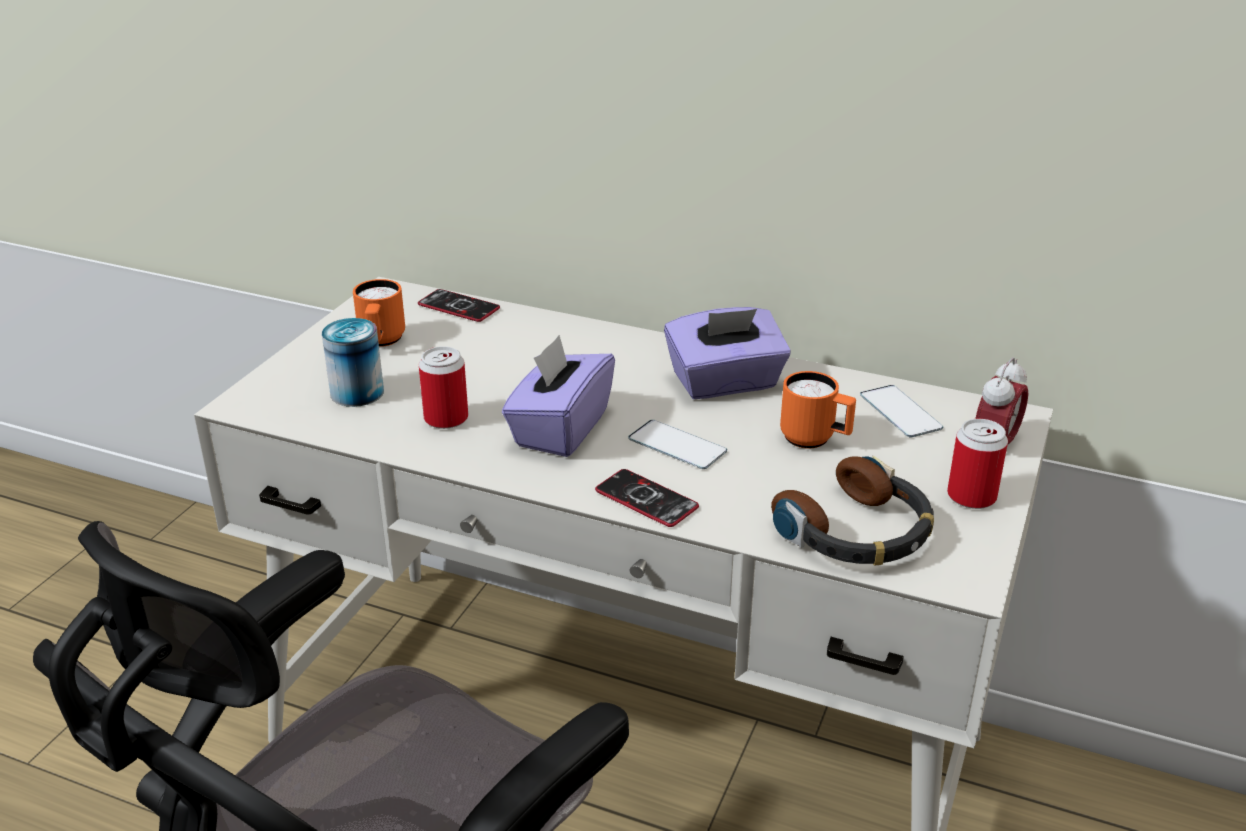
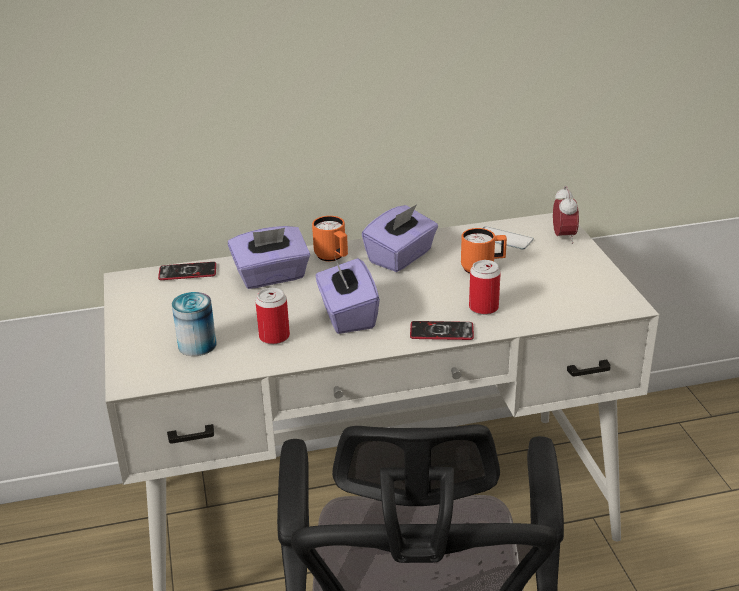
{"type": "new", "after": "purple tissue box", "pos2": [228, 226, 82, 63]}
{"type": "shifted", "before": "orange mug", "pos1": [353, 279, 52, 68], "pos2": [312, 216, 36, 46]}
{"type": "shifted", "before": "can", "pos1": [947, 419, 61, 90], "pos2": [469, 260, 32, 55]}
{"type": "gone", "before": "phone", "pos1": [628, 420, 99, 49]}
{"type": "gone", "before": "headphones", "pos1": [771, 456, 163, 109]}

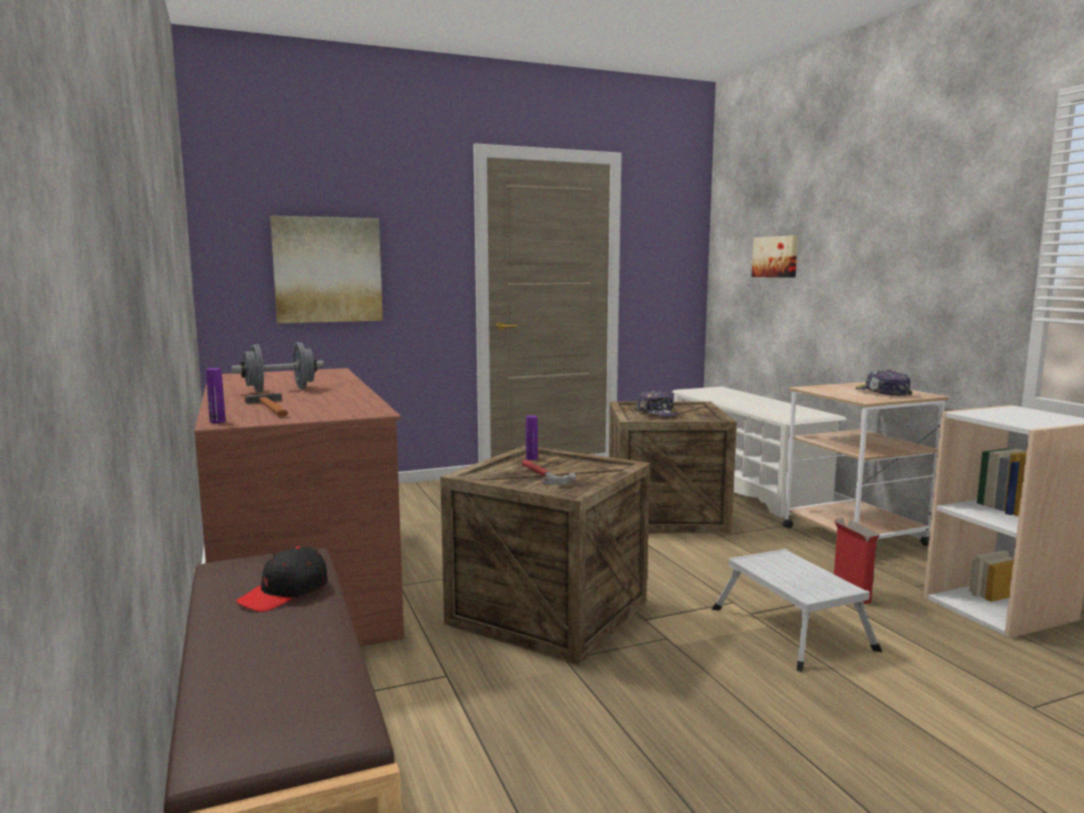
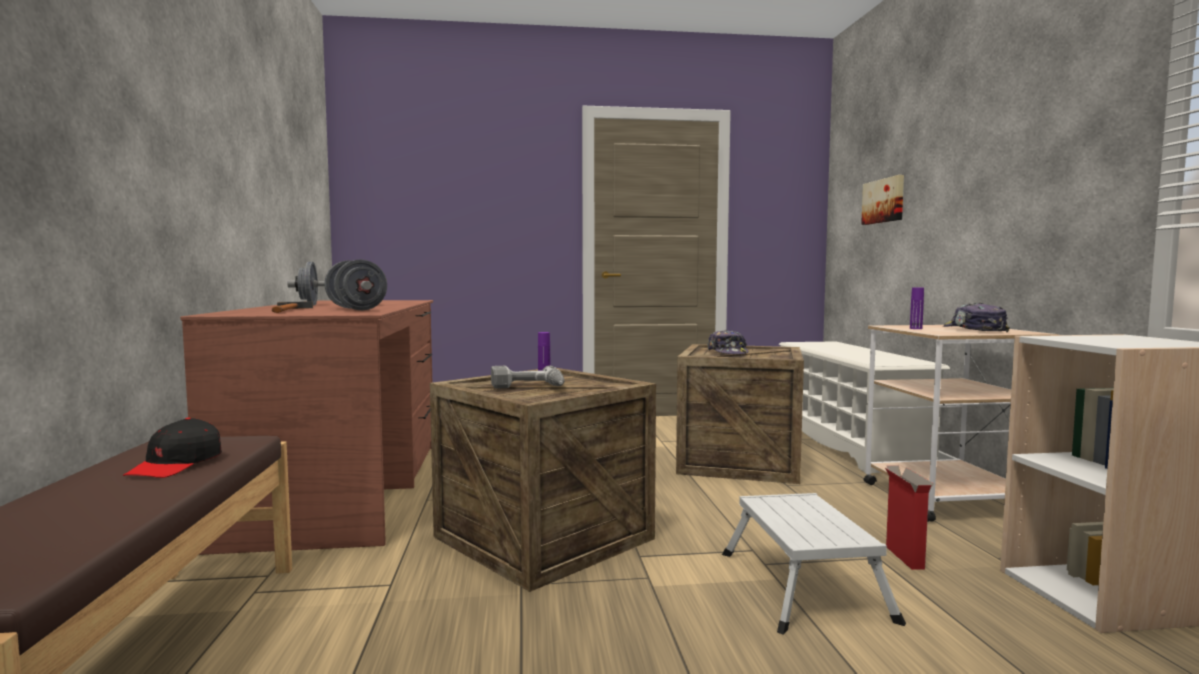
{"type": "rotated", "before": "black cap", "pos1": [236, 546, 92, 66], "pos2": [123, 418, 99, 60], "turn": -45}
{"type": "new", "after": "grey dumbbell", "pos2": [324, 260, 63, 50]}
{"type": "swapped", "before": "hammer", "after": "power drill", "pos1": [522, 460, 54, 25], "pos2": [491, 365, 74, 24]}
{"type": "shifted", "before": "purple bottle", "pos1": [206, 368, 20, 55], "pos2": [910, 287, 14, 42]}
{"type": "gone", "before": "picture", "pos1": [270, 216, 113, 107]}

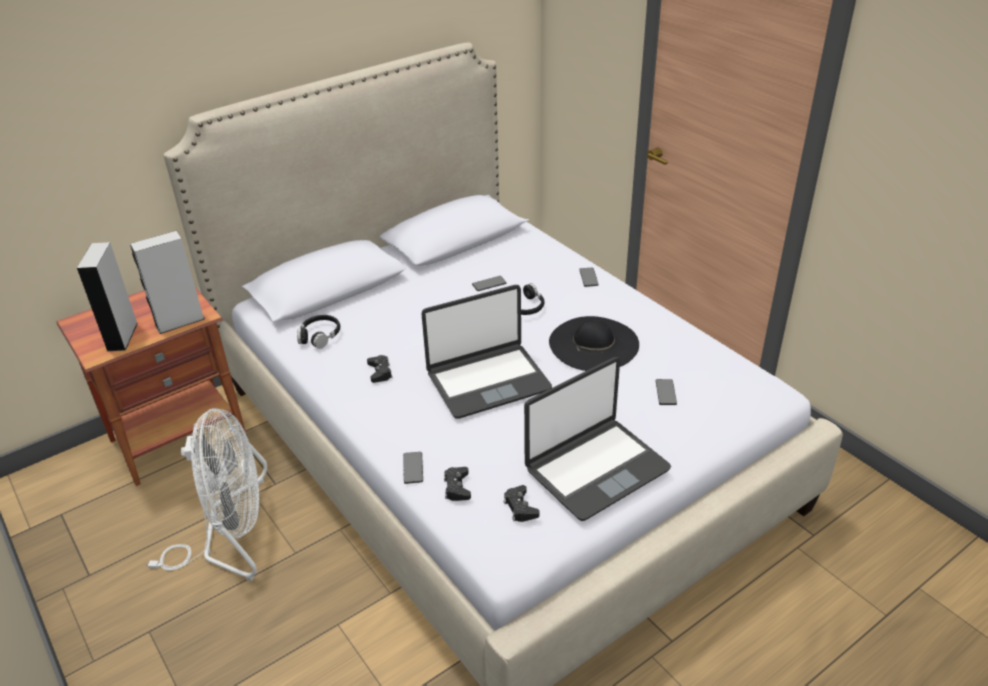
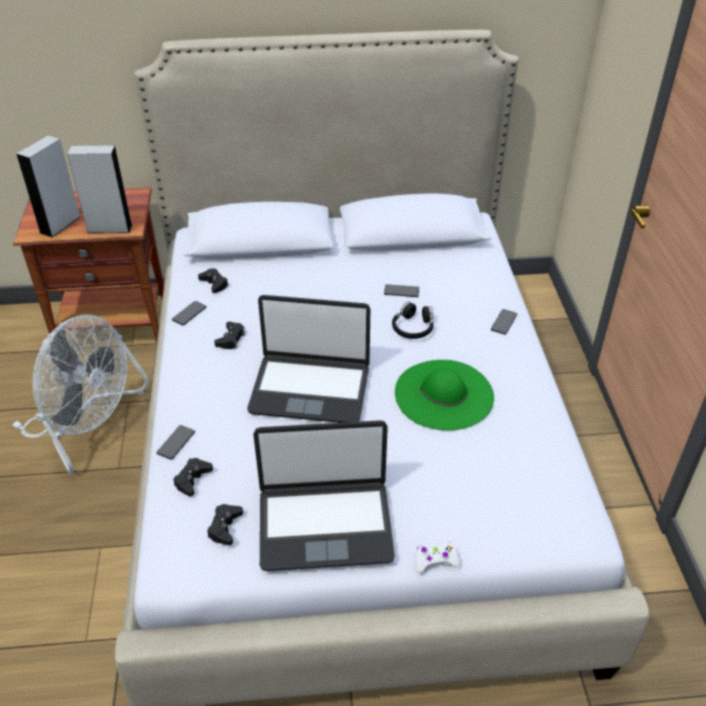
{"type": "shifted", "before": "phone", "pos1": [656, 379, 21, 26], "pos2": [172, 301, 35, 24]}
{"type": "swapped", "before": "black headphones", "after": "black game controller", "pos1": [297, 315, 43, 34], "pos2": [198, 268, 31, 25]}
{"type": "repainted", "before": "black hat", "after": "green hat", "pos1": [549, 316, 90, 55], "pos2": [395, 360, 99, 71]}
{"type": "new", "after": "white game controller", "pos2": [415, 542, 45, 31]}

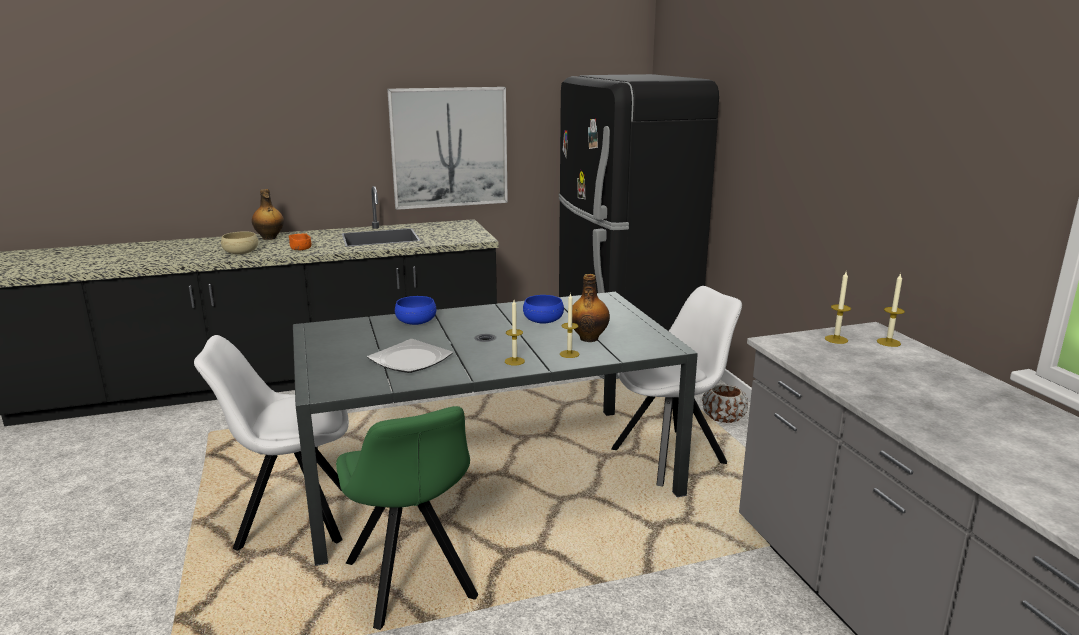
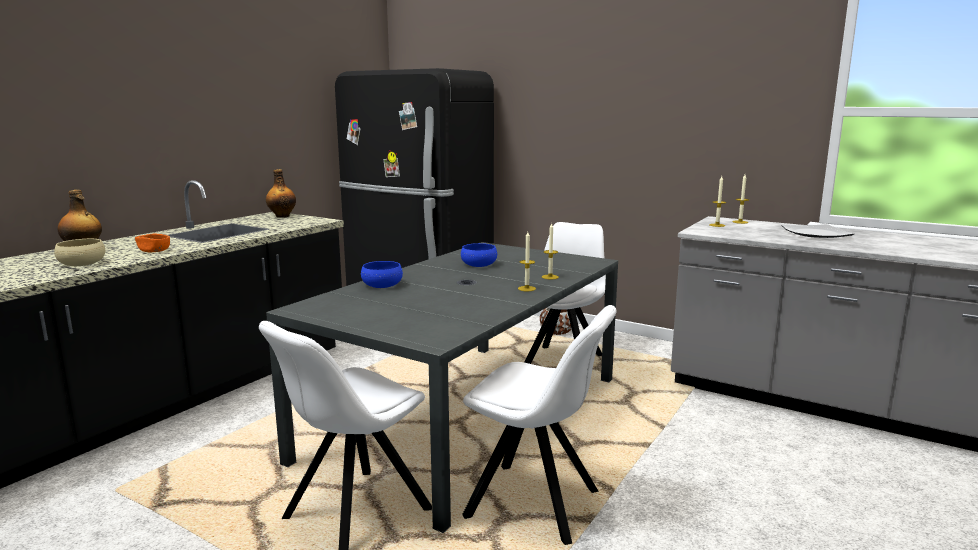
{"type": "shifted", "before": "bottle", "pos1": [572, 274, 38, 68], "pos2": [266, 169, 30, 49]}
{"type": "repainted", "before": "green chair", "after": "white chair", "pos1": [336, 406, 142, 224], "pos2": [462, 305, 155, 240]}
{"type": "shifted", "before": "plate", "pos1": [367, 339, 86, 34], "pos2": [781, 224, 74, 14]}
{"type": "gone", "before": "picture", "pos1": [387, 87, 121, 123]}

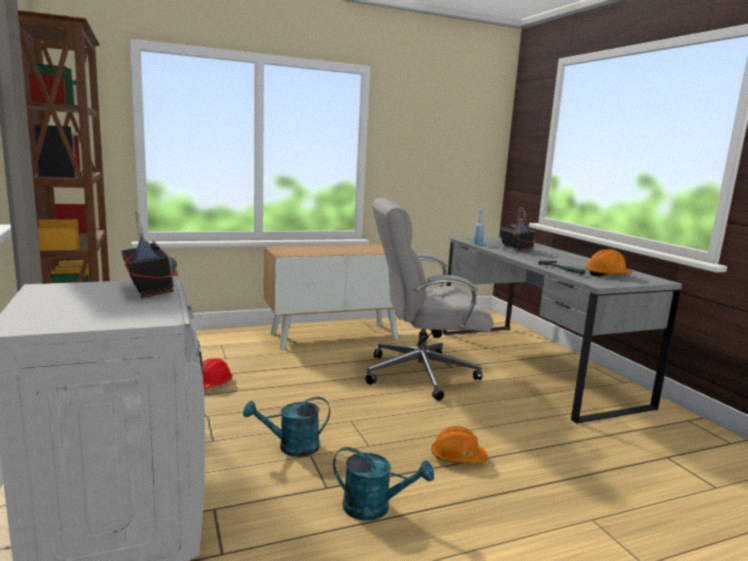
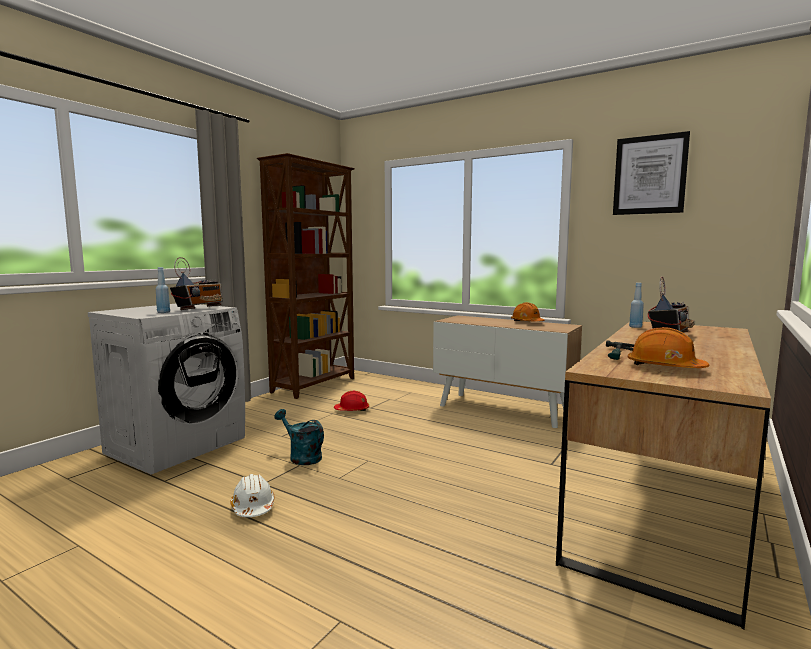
{"type": "new", "after": "blue bottle", "pos2": [156, 267, 14, 46]}
{"type": "swapped", "before": "turquoise watering can", "after": "white hard hat", "pos1": [333, 447, 101, 74], "pos2": [230, 474, 45, 43]}
{"type": "shifted", "before": "orange hard hat", "pos1": [431, 426, 57, 38], "pos2": [511, 302, 34, 20]}
{"type": "repainted", "before": "grey desk", "after": "brown desk", "pos1": [442, 238, 240, 186], "pos2": [556, 322, 215, 307]}
{"type": "new", "after": "picture", "pos2": [613, 131, 77, 84]}
{"type": "gone", "before": "grey office chair", "pos1": [365, 198, 128, 203]}

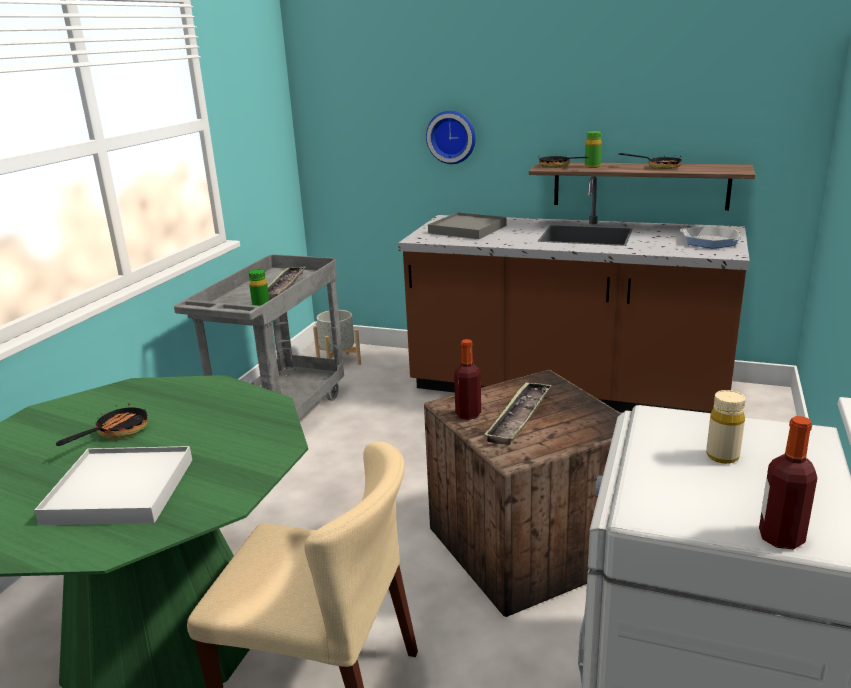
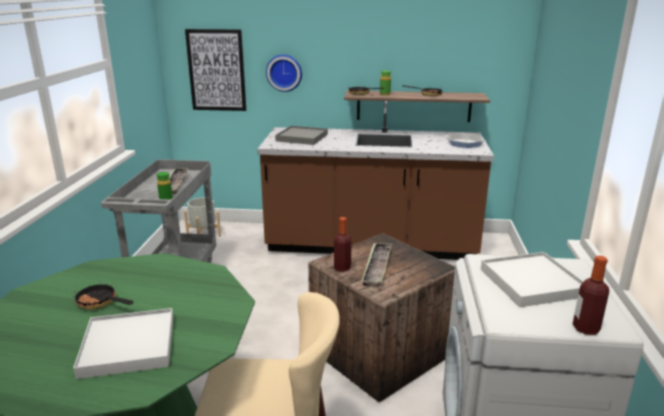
{"type": "rotated", "before": "frying pan", "pos1": [56, 403, 92, 43], "pos2": [73, 284, 60, 26], "turn": -75}
{"type": "new", "after": "picture", "pos2": [185, 29, 61, 82]}
{"type": "swapped", "before": "beige bottle", "after": "white tray", "pos1": [706, 390, 40, 74], "pos2": [481, 252, 103, 55]}

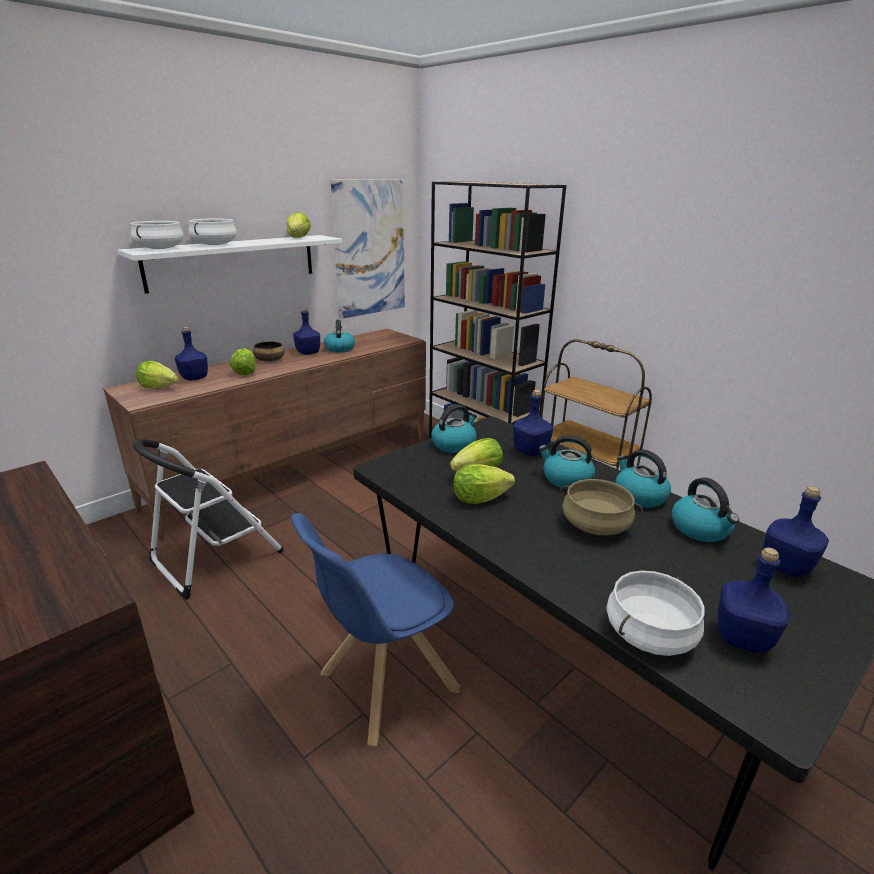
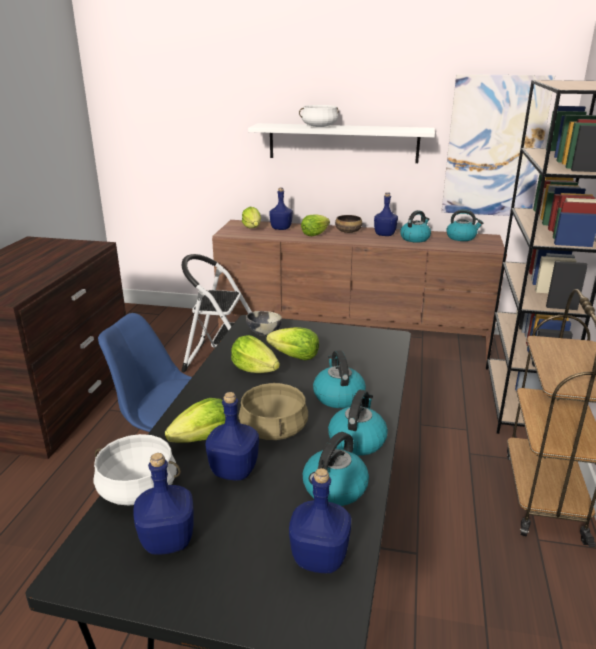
{"type": "shifted", "before": "lettuce", "pos1": [287, 212, 24, 26], "pos2": [165, 398, 60, 45]}
{"type": "shifted", "before": "blue bottle", "pos1": [513, 390, 40, 66], "pos2": [206, 392, 53, 88]}
{"type": "new", "after": "bowl", "pos2": [246, 311, 36, 25]}
{"type": "shifted", "before": "kettle", "pos1": [431, 405, 46, 48], "pos2": [446, 209, 37, 32]}
{"type": "gone", "before": "white cooking pot", "pos1": [131, 221, 53, 28]}

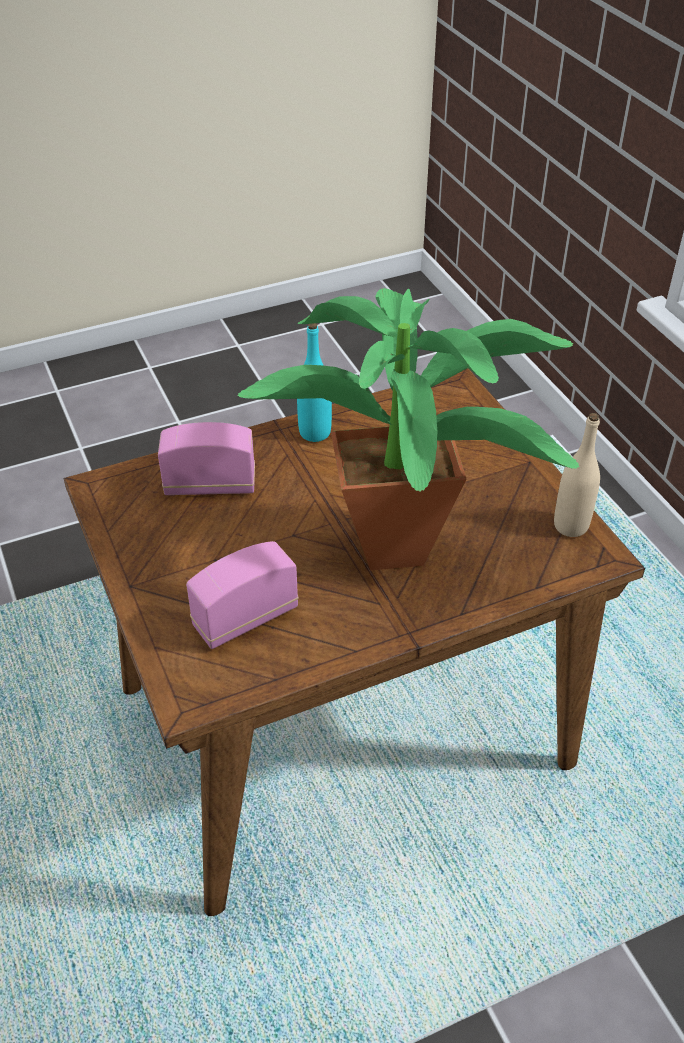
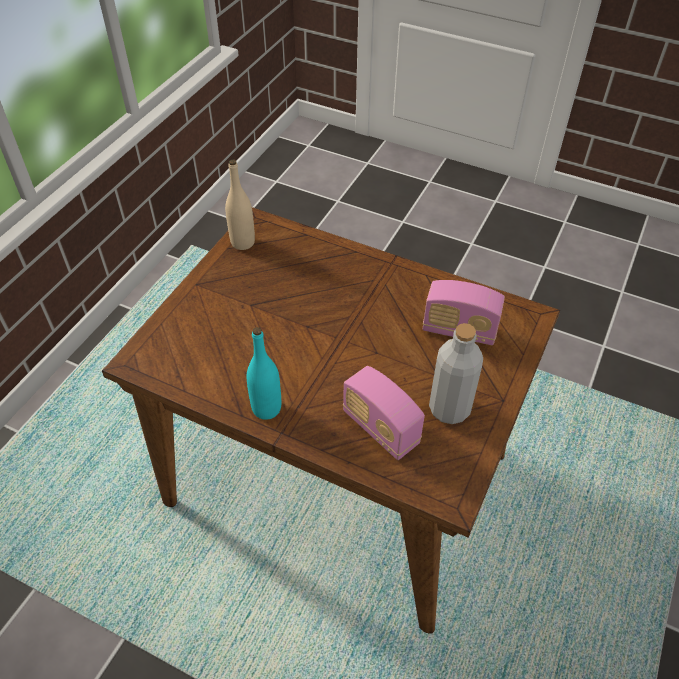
{"type": "new", "after": "grey bottle", "pos2": [429, 323, 54, 101]}
{"type": "gone", "before": "potted plant", "pos1": [237, 288, 342, 282]}

